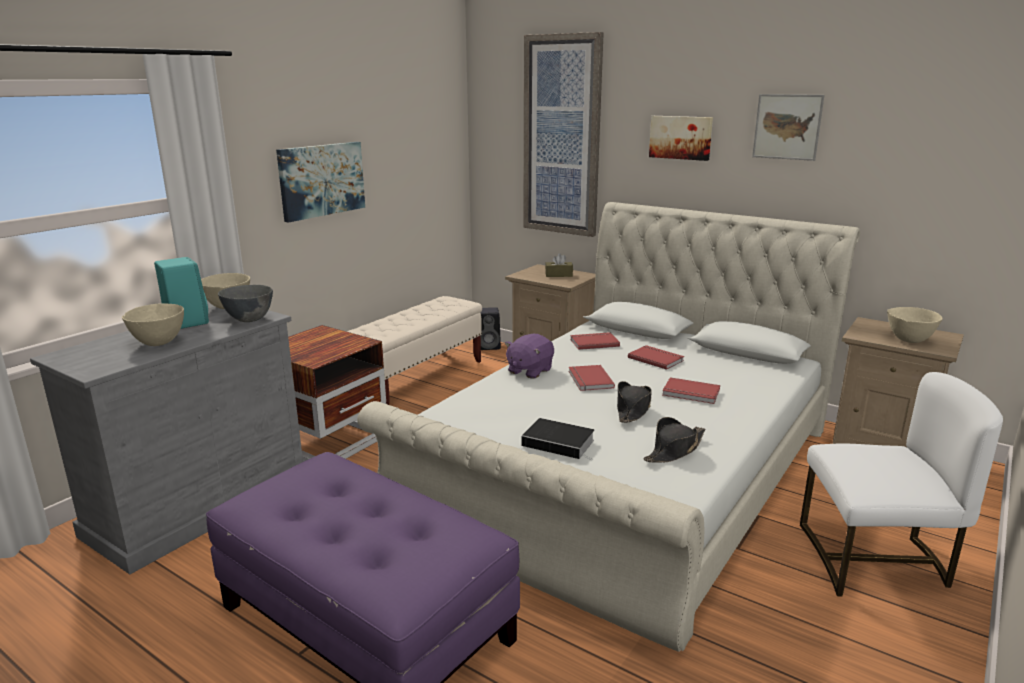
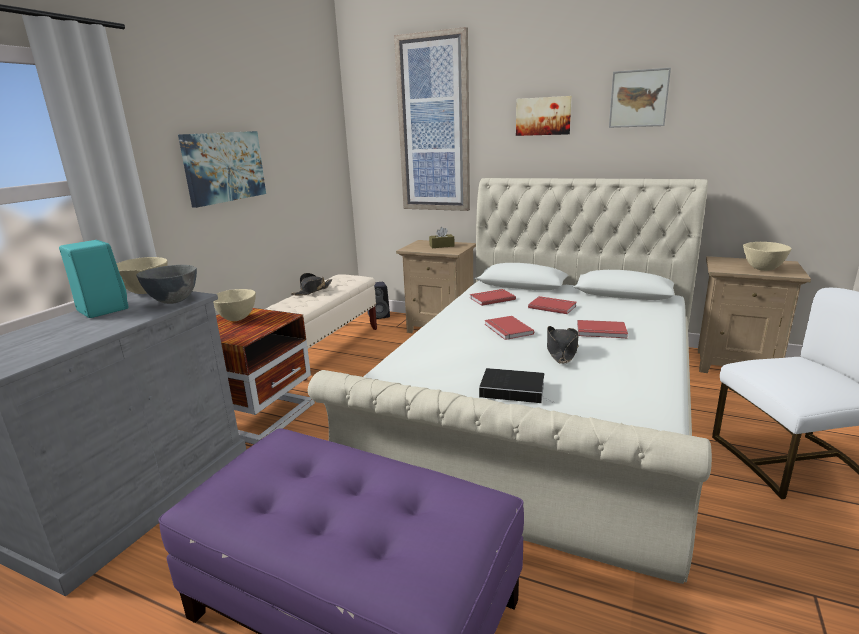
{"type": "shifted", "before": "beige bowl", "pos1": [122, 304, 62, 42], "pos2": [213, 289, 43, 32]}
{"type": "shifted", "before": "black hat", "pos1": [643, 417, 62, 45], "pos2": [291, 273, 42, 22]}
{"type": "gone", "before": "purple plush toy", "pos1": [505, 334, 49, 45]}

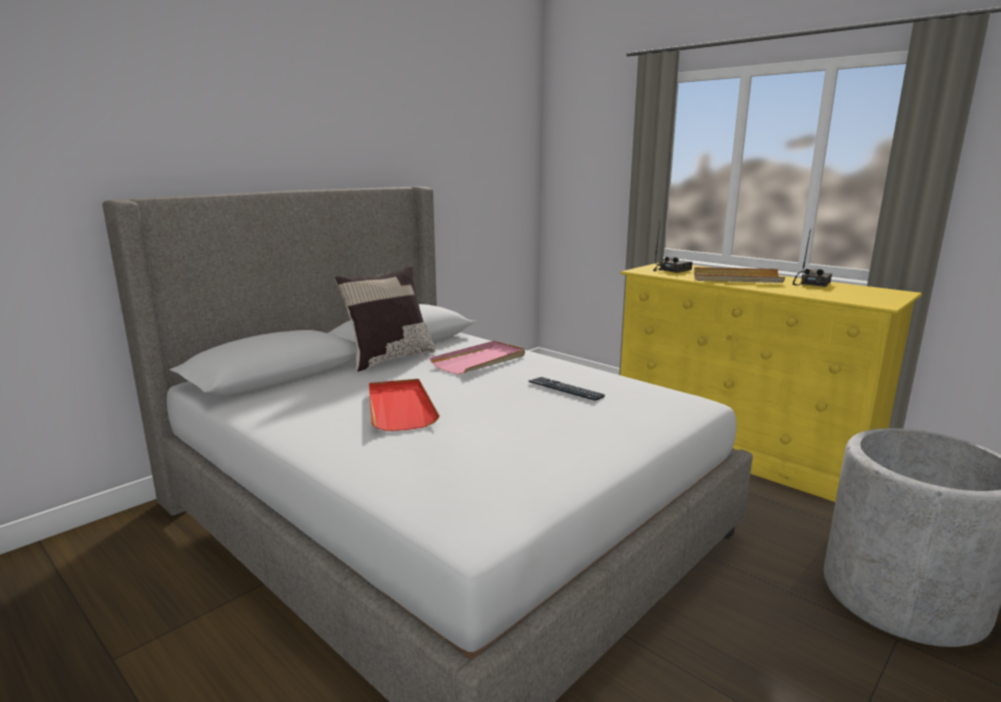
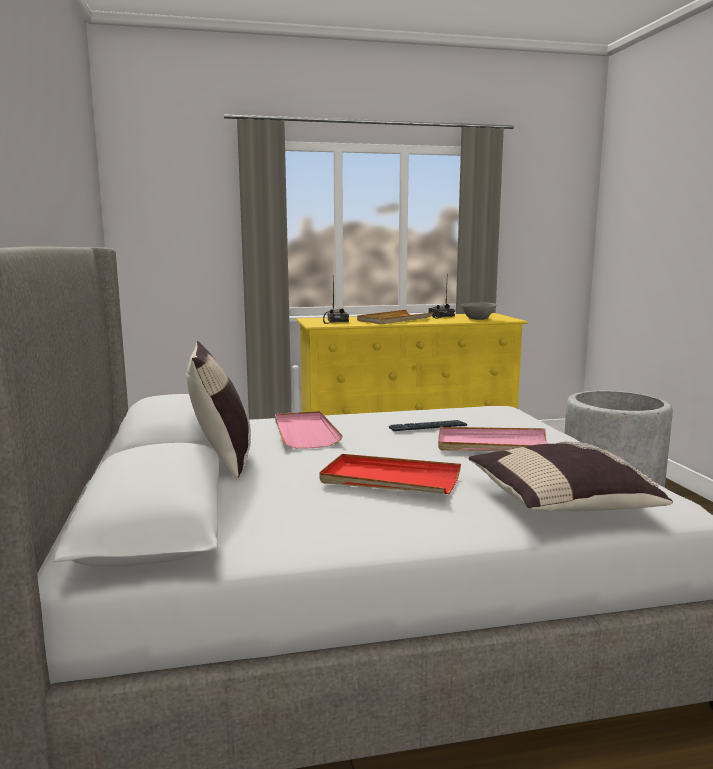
{"type": "new", "after": "pink tray", "pos2": [438, 427, 109, 24]}
{"type": "new", "after": "grey bowl", "pos2": [461, 302, 35, 18]}
{"type": "new", "after": "pillow", "pos2": [469, 441, 204, 71]}

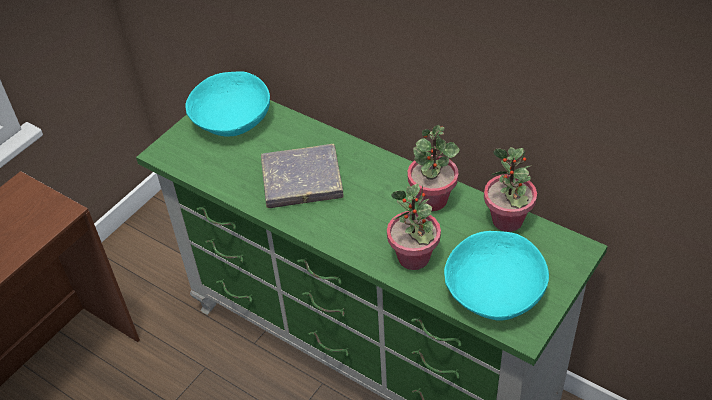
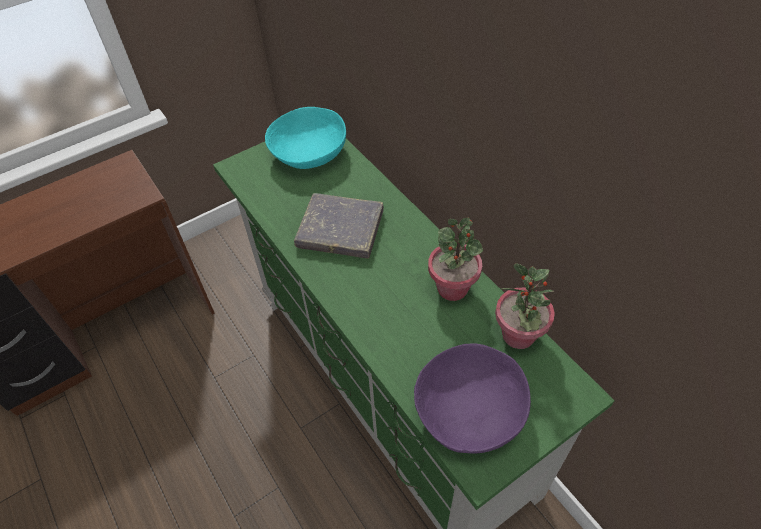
{"type": "repainted", "before": "turquoise bowl", "after": "purple bowl", "pos1": [444, 231, 105, 90], "pos2": [414, 343, 117, 110]}
{"type": "gone", "before": "potted plant", "pos1": [387, 184, 54, 86]}

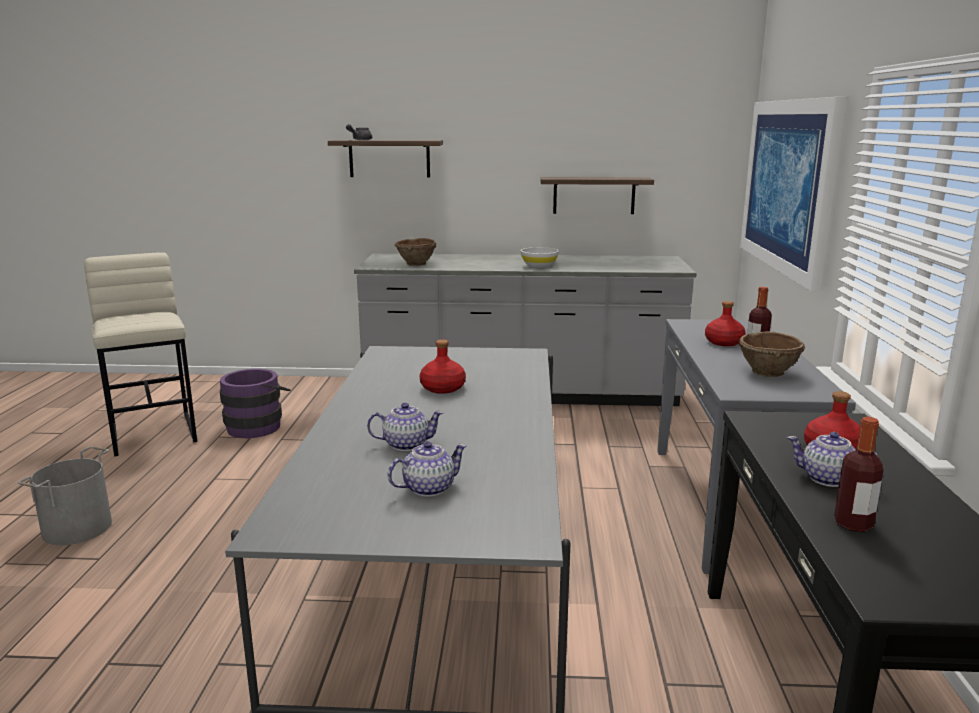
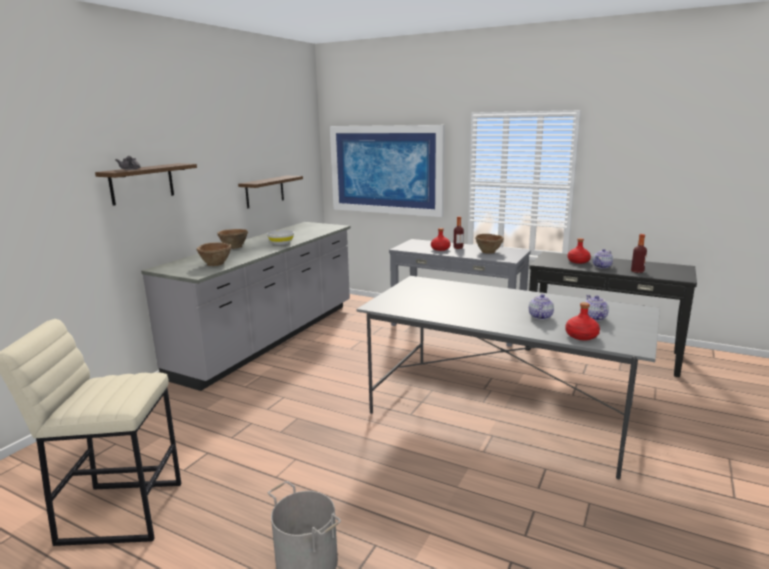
{"type": "new", "after": "brown bowl", "pos2": [217, 229, 31, 20]}
{"type": "shifted", "before": "red bottle", "pos1": [420, 339, 46, 55], "pos2": [565, 302, 35, 38]}
{"type": "gone", "before": "purple bucket", "pos1": [220, 369, 71, 69]}

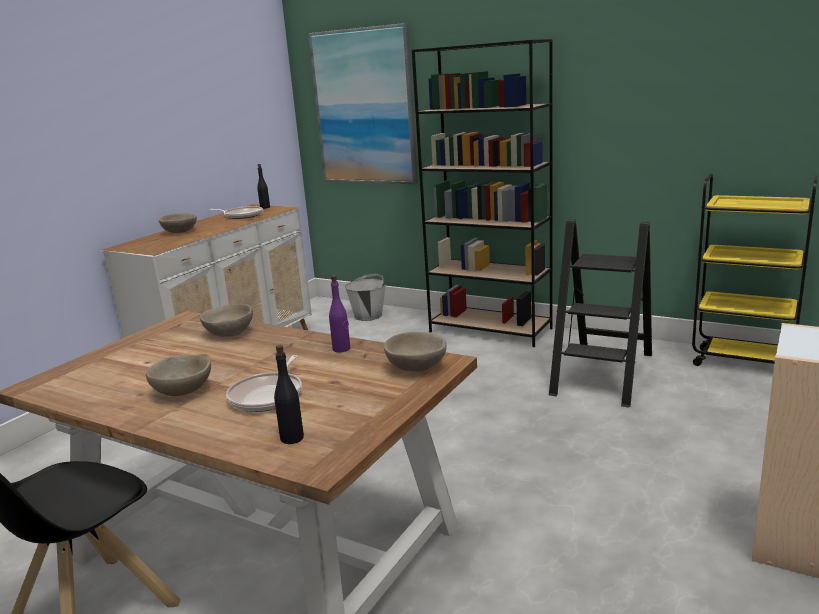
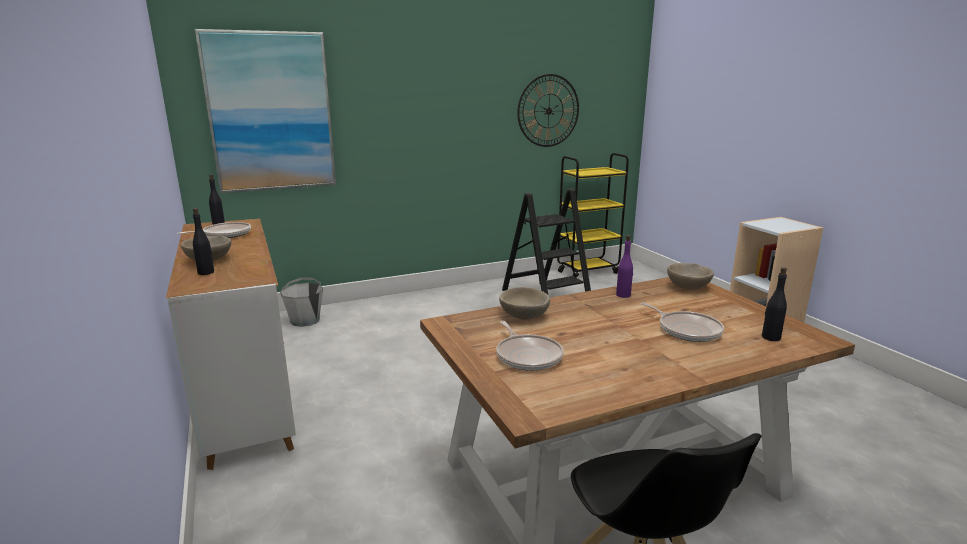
{"type": "new", "after": "black bottle", "pos2": [193, 208, 21, 67]}
{"type": "new", "after": "frying pan", "pos2": [496, 321, 68, 50]}
{"type": "new", "after": "wall clock", "pos2": [517, 74, 62, 73]}
{"type": "gone", "before": "beige bowl", "pos1": [146, 355, 65, 41]}
{"type": "gone", "before": "beige bookcase", "pos1": [412, 39, 141, 308]}

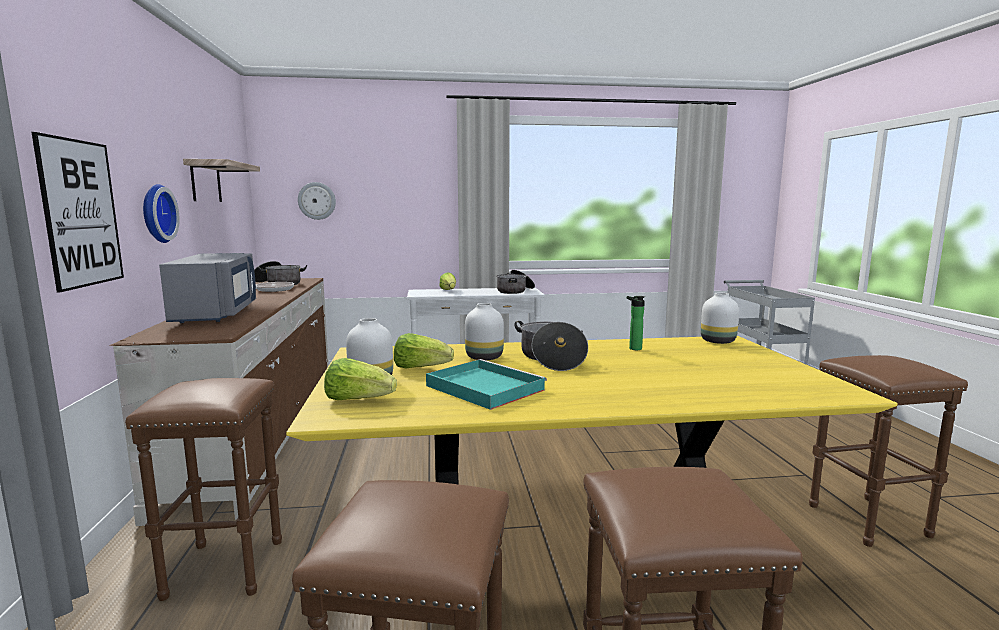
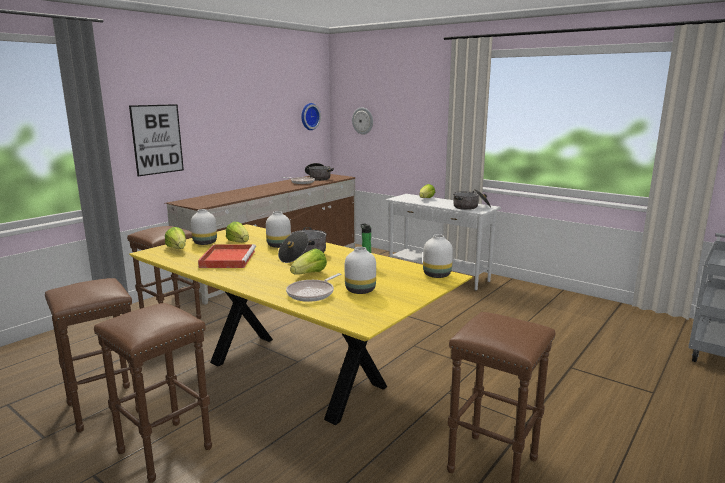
{"type": "repainted", "before": "turquoise tray", "after": "red tray", "pos1": [426, 359, 121, 51], "pos2": [198, 244, 58, 24]}
{"type": "new", "after": "frying pan", "pos2": [286, 273, 55, 29]}
{"type": "new", "after": "lettuce", "pos2": [290, 249, 37, 26]}
{"type": "shifted", "before": "wall clock", "pos1": [143, 184, 37, 59], "pos2": [301, 103, 20, 27]}
{"type": "new", "after": "white vase", "pos2": [345, 247, 31, 47]}
{"type": "gone", "before": "grey microwave", "pos1": [159, 253, 97, 70]}
{"type": "gone", "before": "shelf", "pos1": [183, 159, 77, 43]}

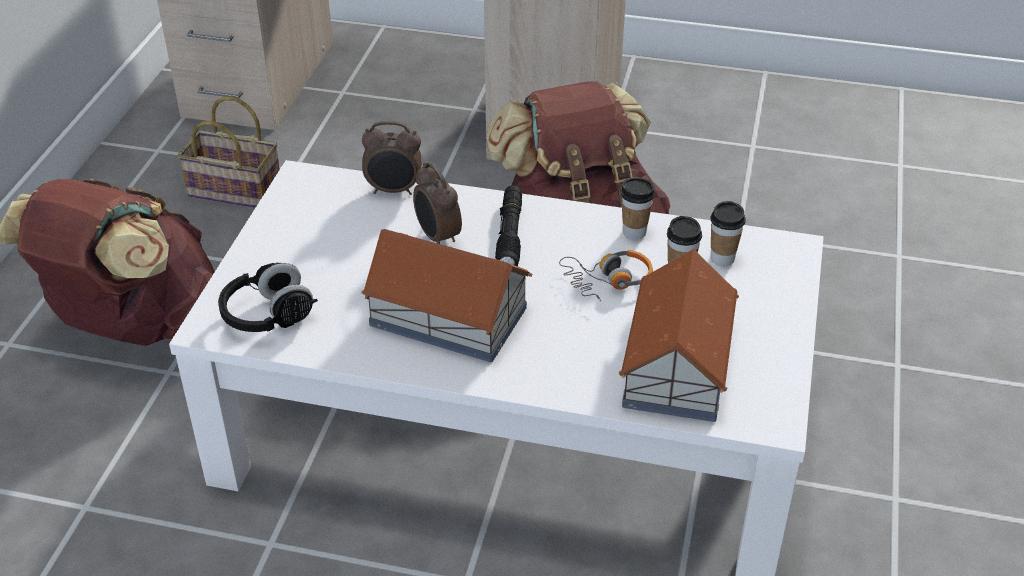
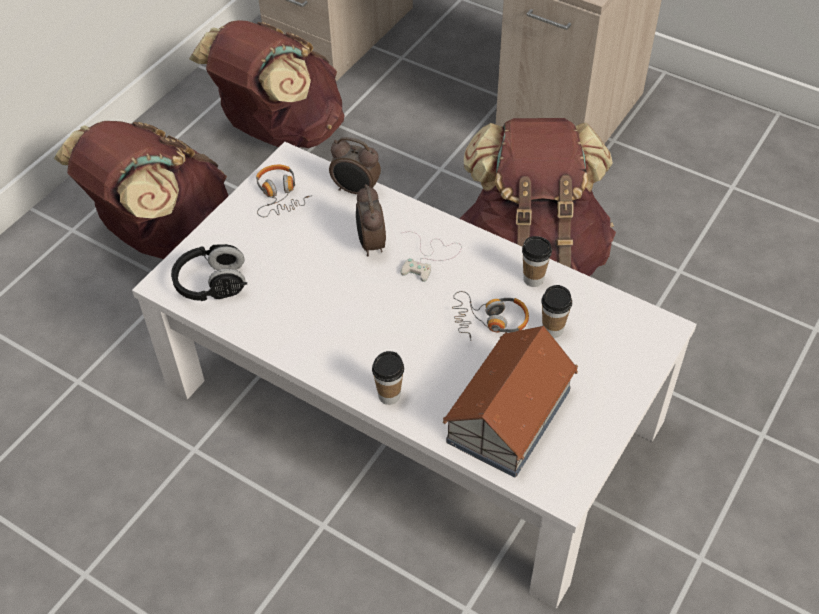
{"type": "swapped", "before": "basket", "after": "brown backpack", "pos1": [178, 97, 102, 111], "pos2": [189, 20, 156, 128]}
{"type": "new", "after": "headphones", "pos2": [256, 165, 56, 52]}
{"type": "shifted", "before": "cup", "pos1": [710, 201, 35, 65], "pos2": [372, 351, 32, 54]}
{"type": "swapped", "before": "black flashlight", "after": "white game controller", "pos1": [495, 185, 27, 81], "pos2": [400, 232, 62, 50]}
{"type": "gone", "before": "toy house", "pos1": [361, 229, 171, 133]}

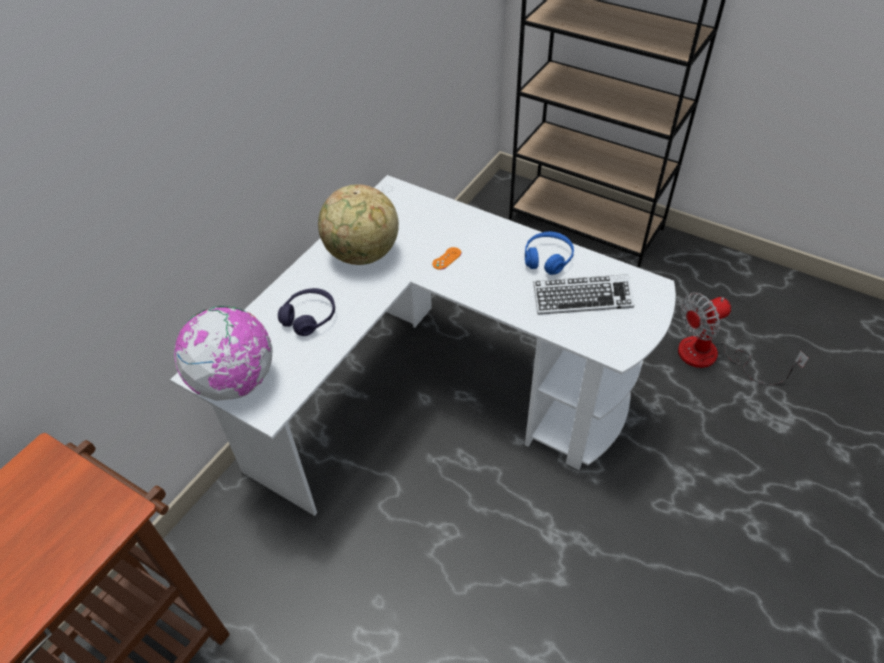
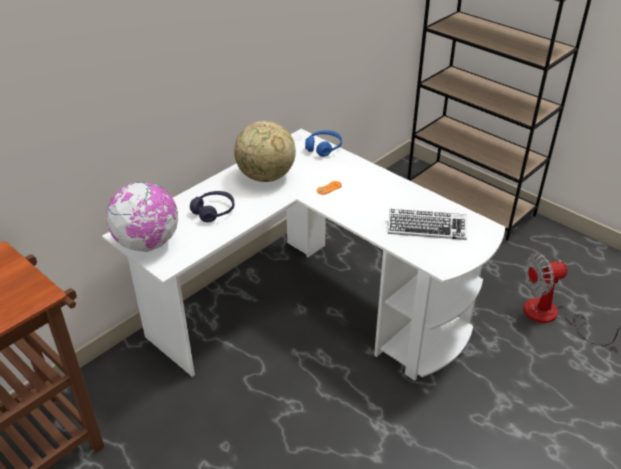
{"type": "shifted", "before": "blue headphones", "pos1": [525, 232, 49, 43], "pos2": [305, 130, 37, 27]}

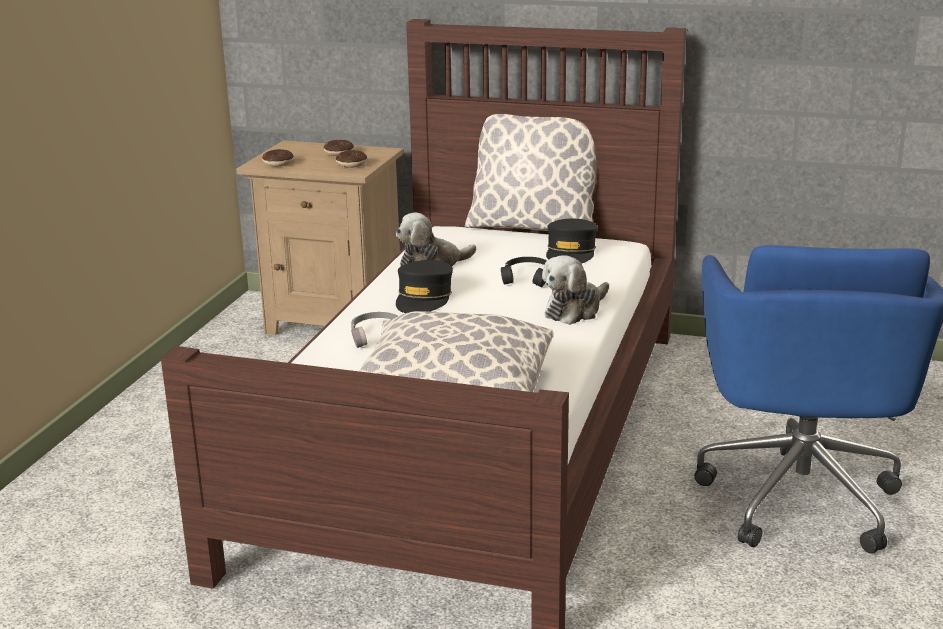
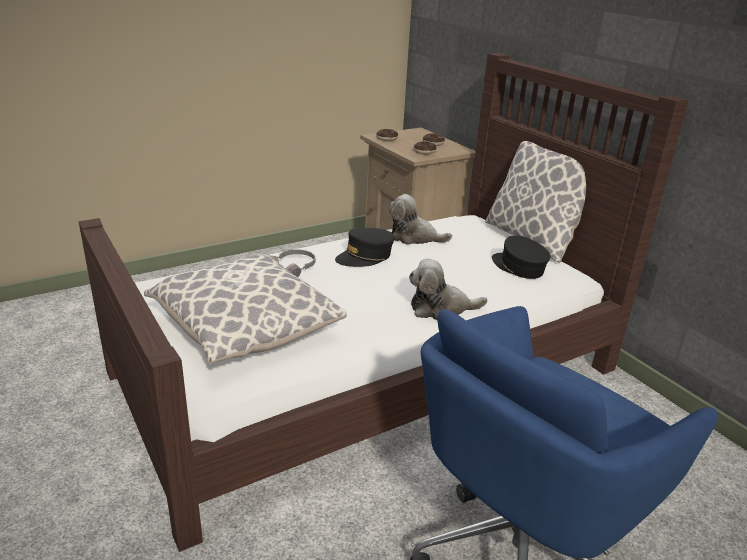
{"type": "rotated", "before": "black cap", "pos1": [546, 218, 51, 46], "pos2": [492, 235, 59, 44], "turn": 90}
{"type": "gone", "before": "black headphones", "pos1": [501, 257, 46, 30]}

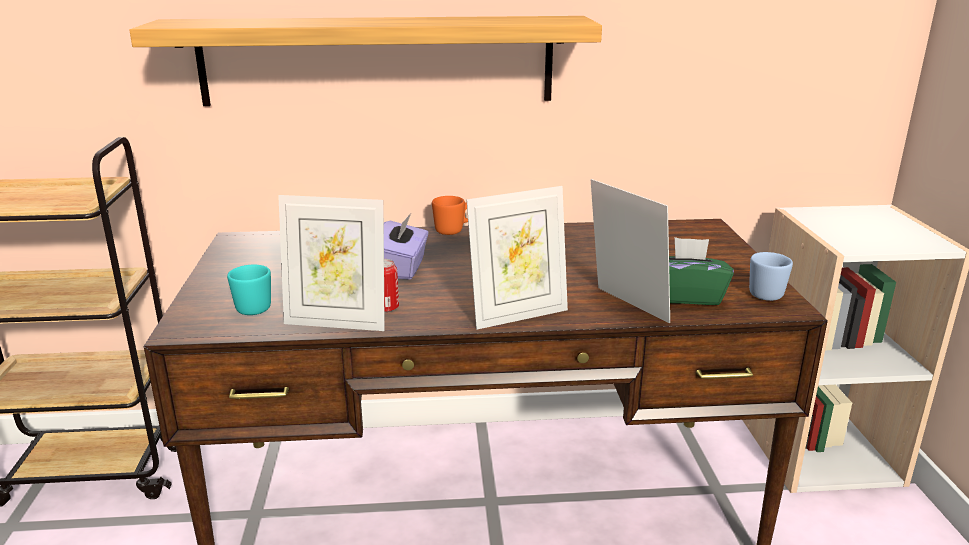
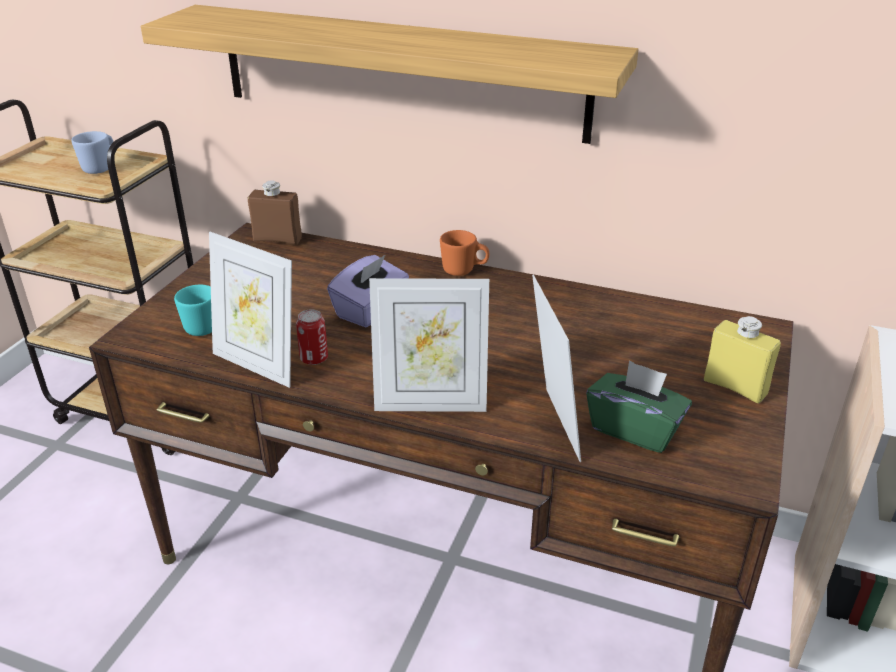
{"type": "shifted", "before": "blue mug", "pos1": [749, 252, 44, 49], "pos2": [71, 131, 42, 43]}
{"type": "new", "after": "brown bottle", "pos2": [248, 180, 54, 65]}
{"type": "new", "after": "yellow bottle", "pos2": [704, 316, 77, 88]}

